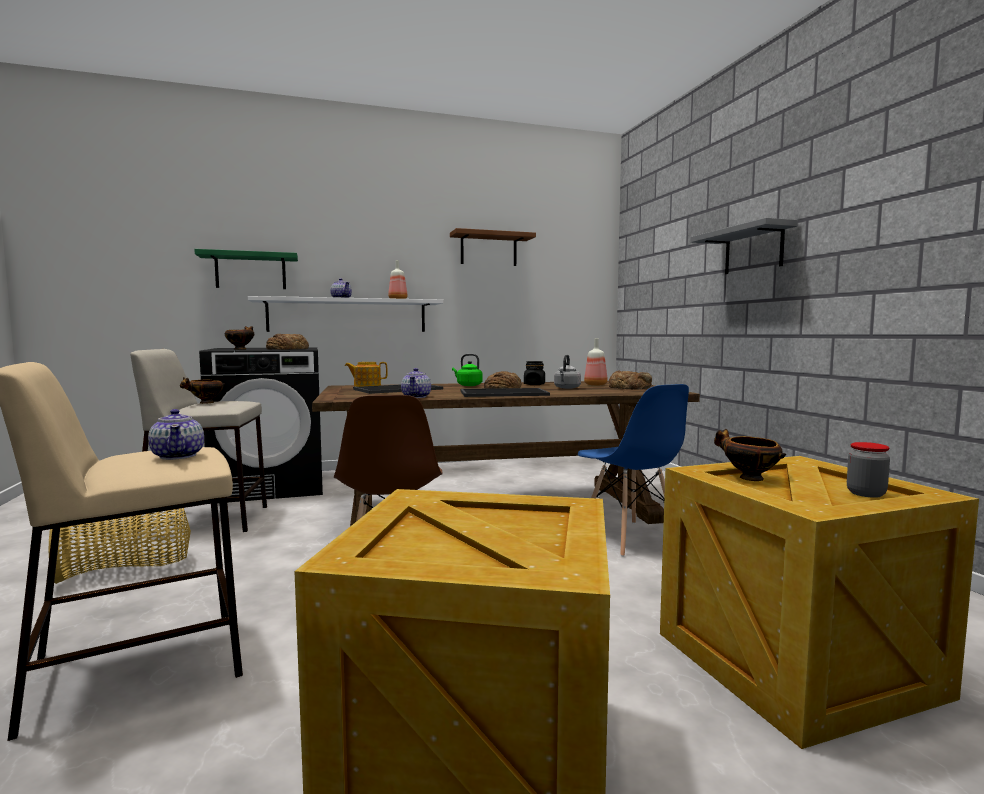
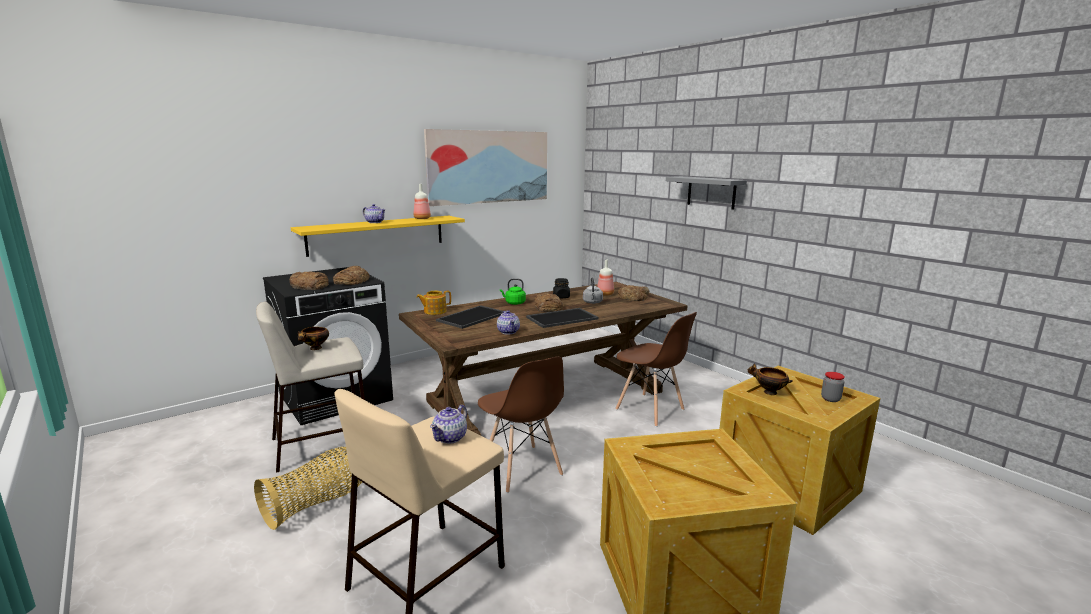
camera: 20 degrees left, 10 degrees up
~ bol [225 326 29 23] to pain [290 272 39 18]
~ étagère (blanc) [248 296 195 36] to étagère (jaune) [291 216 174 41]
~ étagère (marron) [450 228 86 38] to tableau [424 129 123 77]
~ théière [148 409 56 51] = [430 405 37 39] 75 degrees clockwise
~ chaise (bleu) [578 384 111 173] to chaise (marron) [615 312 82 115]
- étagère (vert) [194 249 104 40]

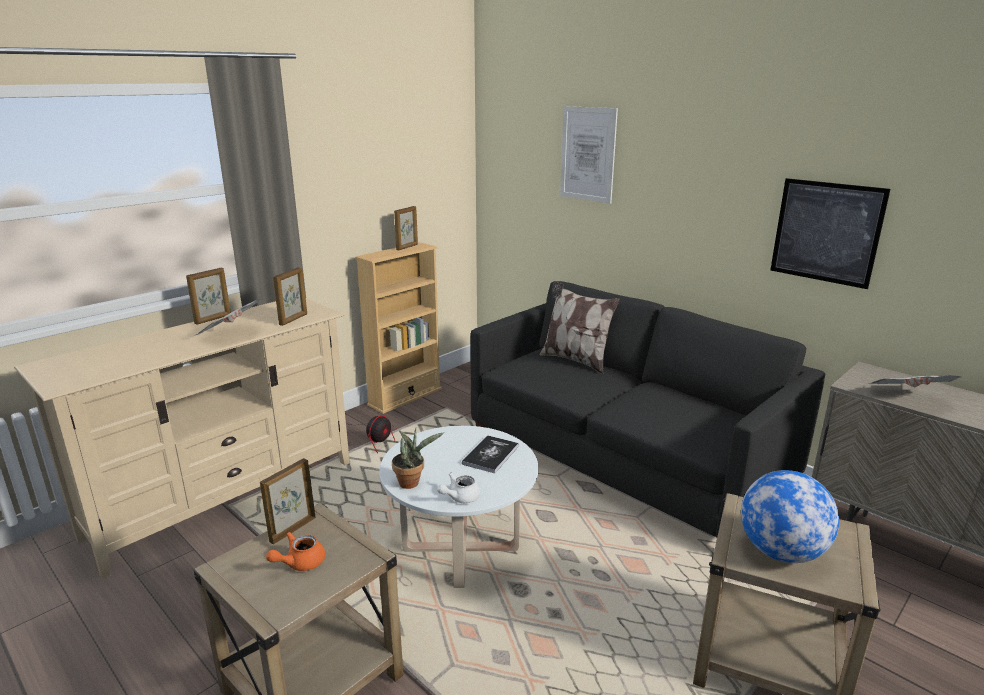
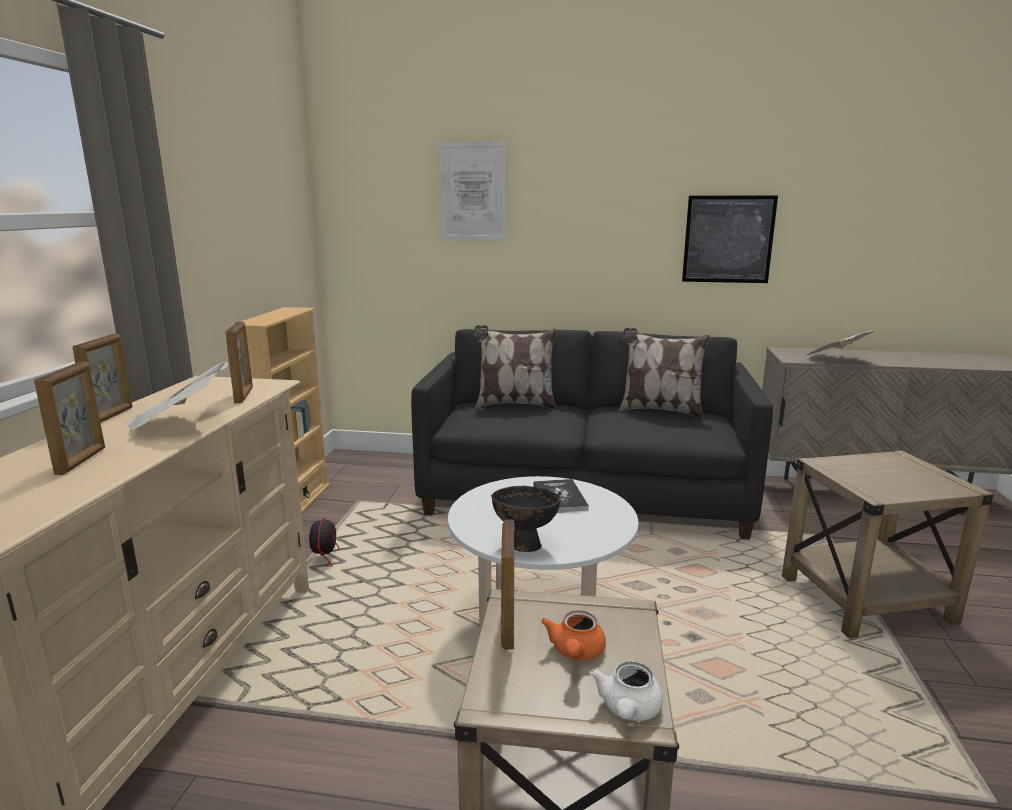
camera: 35 degrees left, 5 degrees down
~ cadre photo [394 206 24 44] to [34 362 71 113]
~ plante en pot [392 428 52 61] to bol (noir) [491 486 71 66]
~ théière (blanc) [437 473 43 30] to [590 661 73 60]
+ coussin [619 328 90 90]
- globe [741 470 98 93]

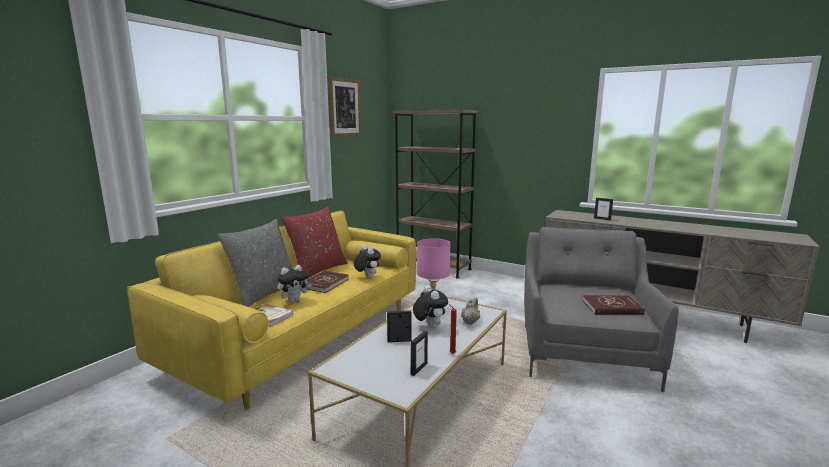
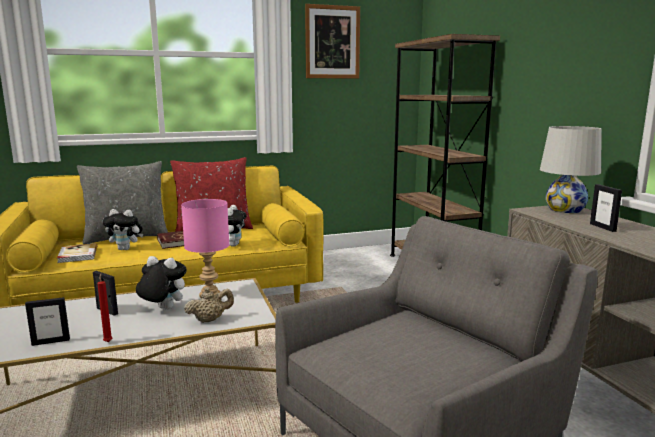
camera: 40 degrees right, 0 degrees up
~ peluche [413 285 35 44] = [136 256 51 54] 90 degrees counterclockwise
+ lampe de table (blanc) [540 126 61 87]
- livre (rouge) [582 295 63 20]

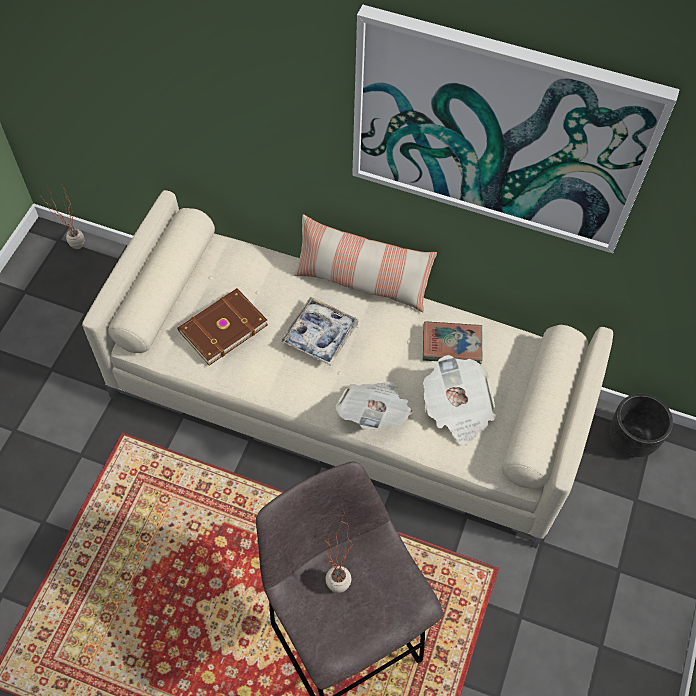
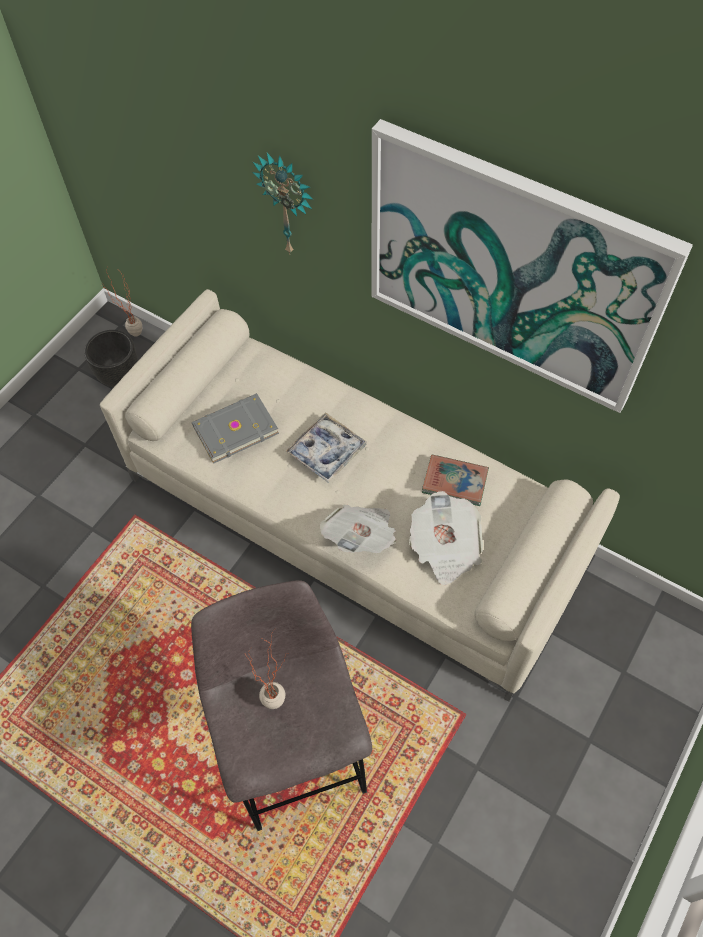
camera: 15 degrees right, 0 degrees up
~ cache-pot (noir) [610 394 63 63] to [84 330 54 57]
~ livre (marron) [178 288 90 77] to livre (gris) [192 393 87 71]
+ horloge murale [252 153 61 102]
- coussin [293 214 144 98]

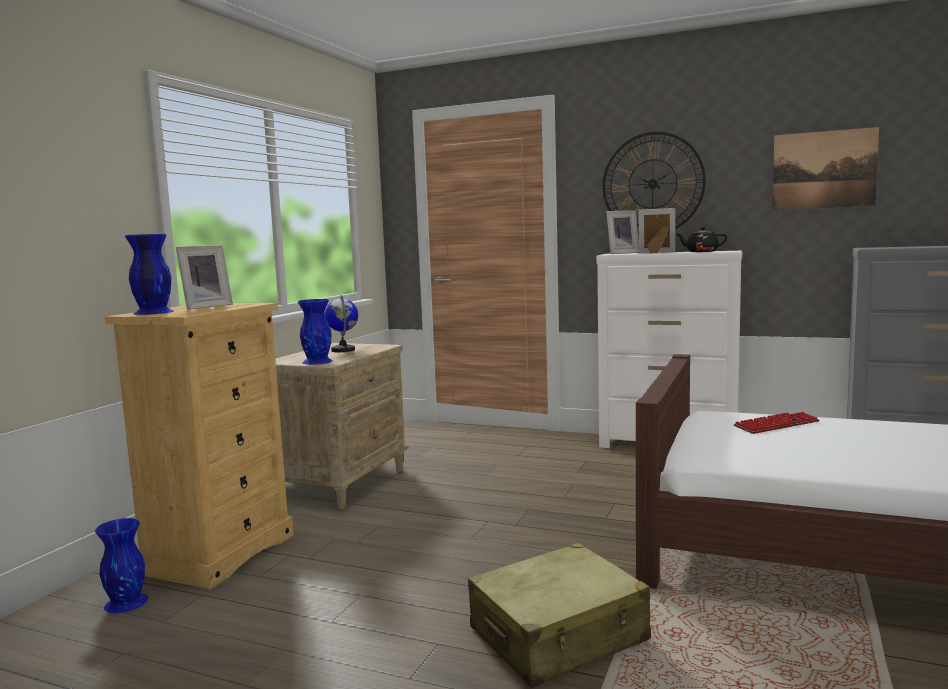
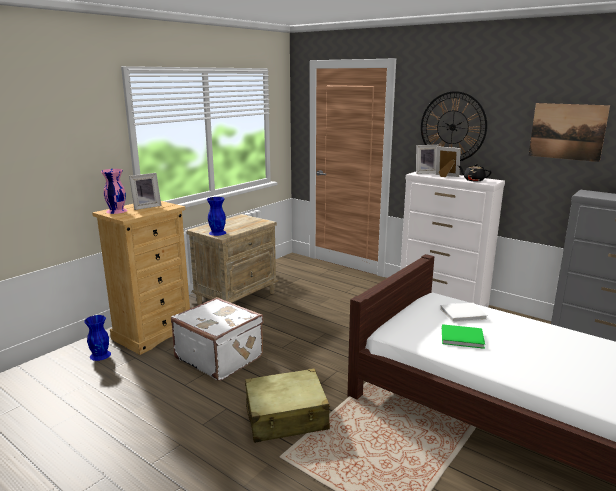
camera: 15 degrees right, 10 degrees up
~ vase (bleu) [125 234 49 81] to vase (rose) [101 169 27 45]
+ valise (blanc) [171 297 92 84]
~ clavier [734 412 86 22] to livre (blanc) [440 303 48 19]
+ livre (vert) [442 324 43 25]
- globe [325 295 33 57]

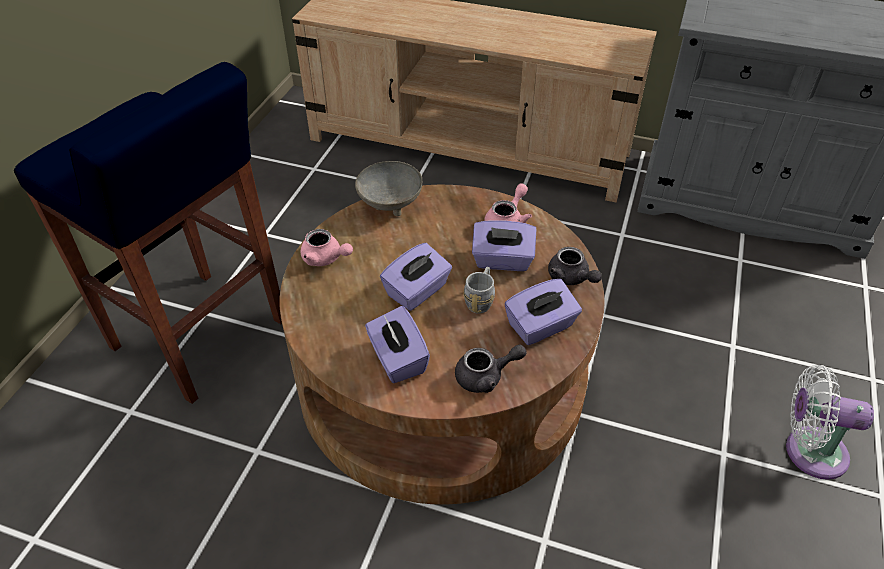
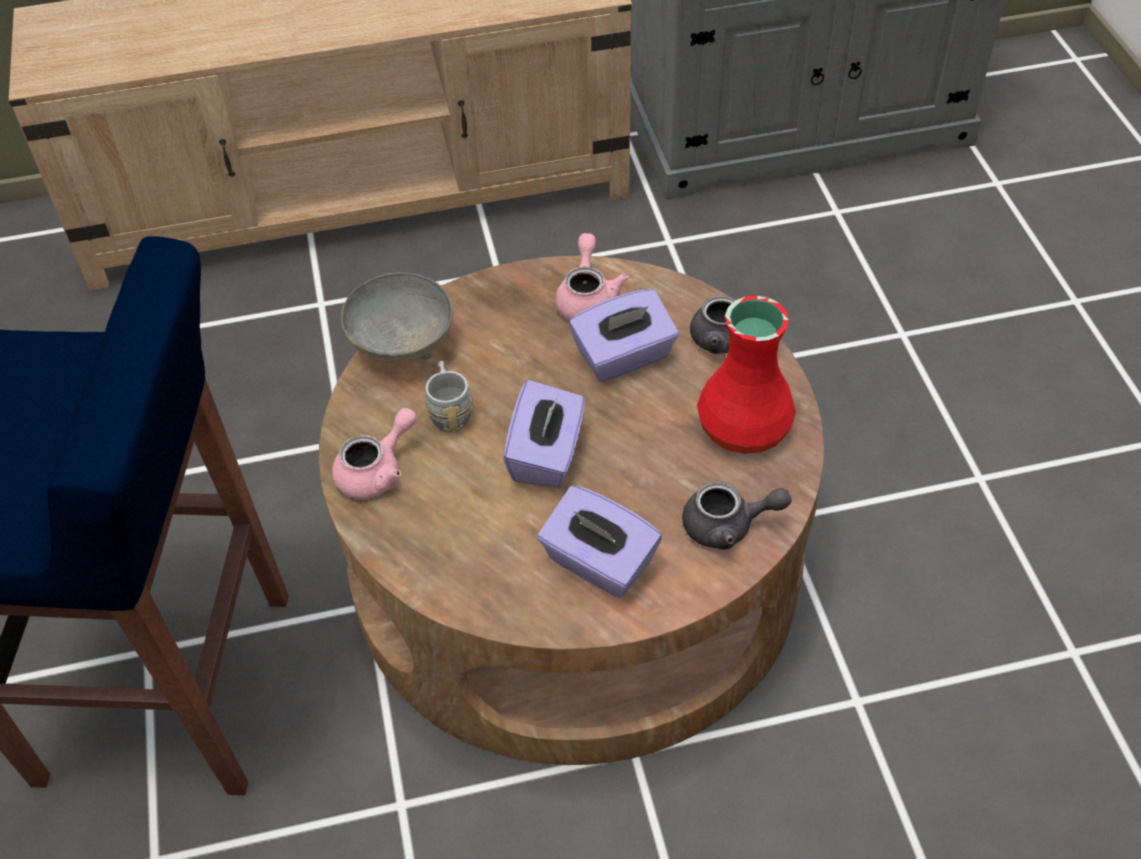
camera: 30 degrees left, 5 degrees up
~ théière (rose) [301 229 52 37] = [332 408 85 91] 45 degrees counterclockwise
~ mug (gris) [464 267 31 47] to [425 361 48 72]
~ théière (gris) [455 345 72 48] = [682 482 110 68] 45 degrees clockwise
~ boîte à mouchoirs (violet) [505 279 77 66] to vase (rouge) [697 296 99 158]
- ventilateur (blanc) [786 365 88 115]

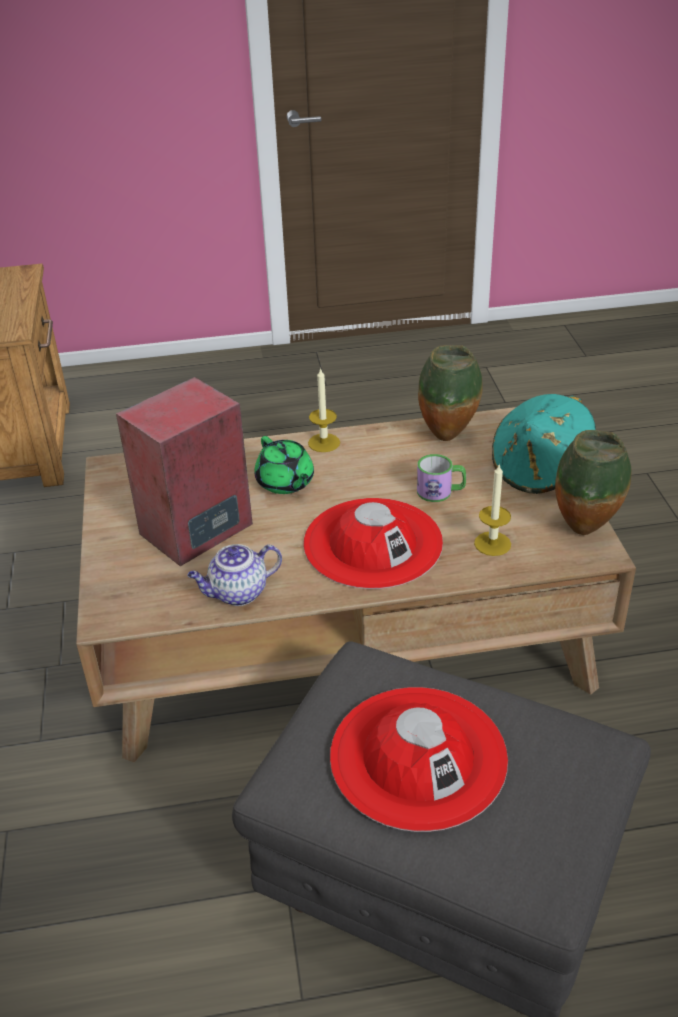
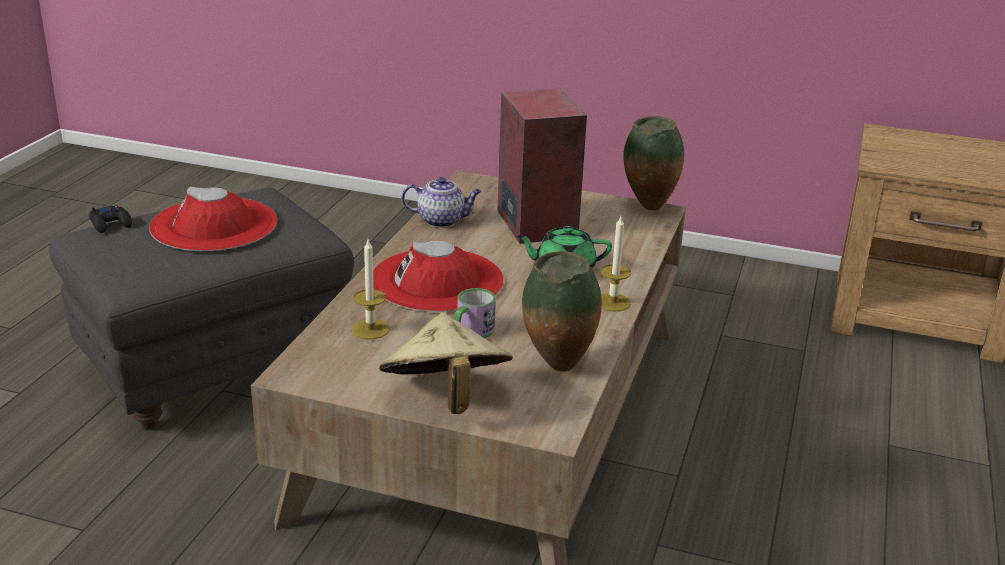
camera: 115 degrees right, 10 degrees down
+ manette (noir) [89 206 43 27]
~ chapeau (turquoise) [492 394 104 100] to chapeau (beige) [379 312 134 102]
~ théière [187 544 95 62] = [402 177 80 51] 90 degrees clockwise
~ vase [555 430 76 105] to [623 116 61 94]

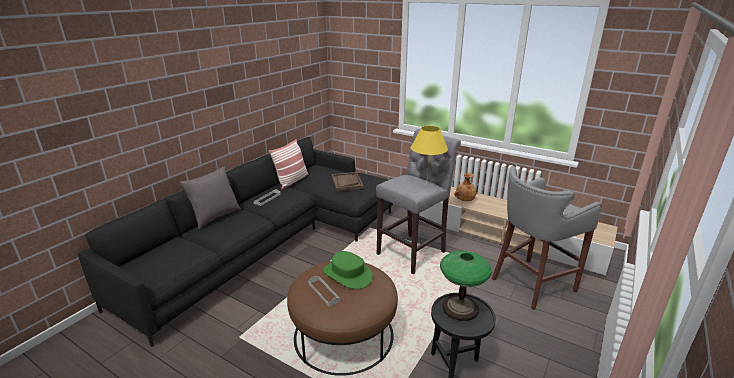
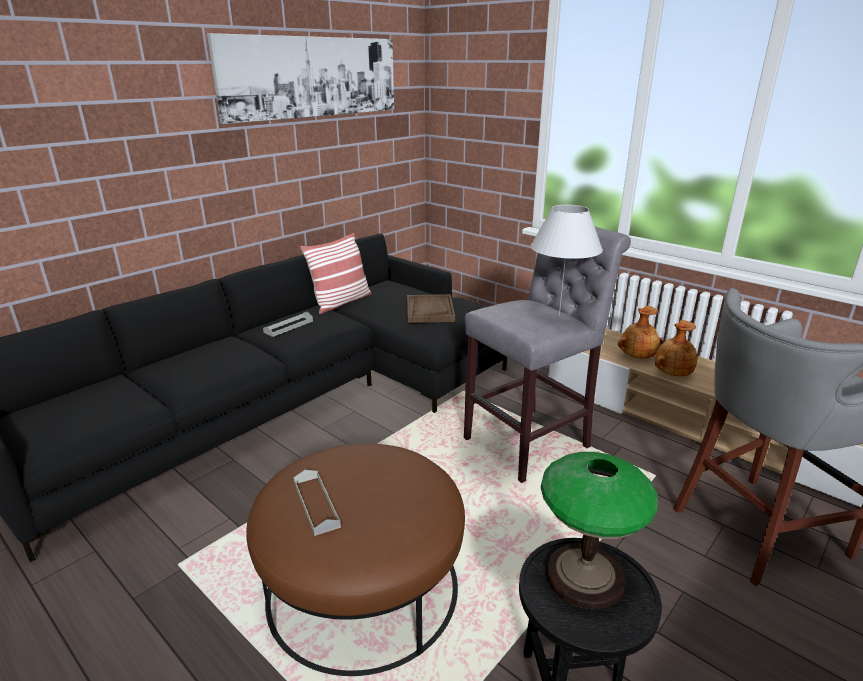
camera: 10 degrees right, 0 degrees up
+ tableau [207 33 187 91]
~ lampe de table (jaune) [411 126 37 52] to lampe de table (blanc) [531 205 72 111]
+ vase (marron) [655 320 43 56]
- coussin (gris) [179 166 62 64]
- chapeau (vert) [323 251 50 38]

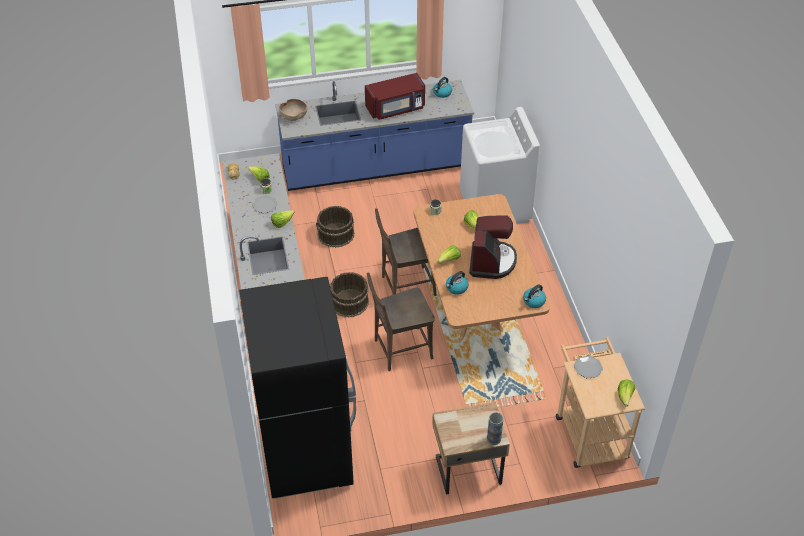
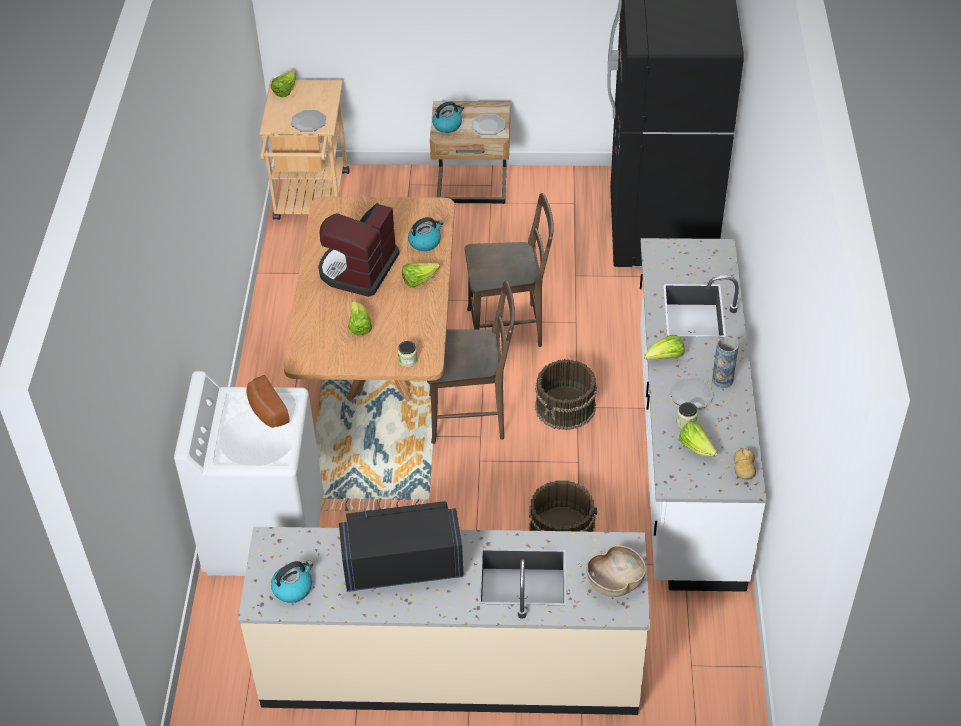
camera: 165 degrees left, 0 degrees up
~ comptoir de cuisine (bleu) [275 80 199 111] to comptoir de cuisine (beige) [238 527 412 188]
+ pain [246 375 44 53]
~ micro-ondes (rouge) [365 73 60 47] to micro-ondes (noir) [339 501 124 91]
~ bouilloire [523 284 23 24] to [432 101 32 32]
+ assiette [472 114 33 21]
~ vase [487 412 16 33] to [712 337 27 51]

